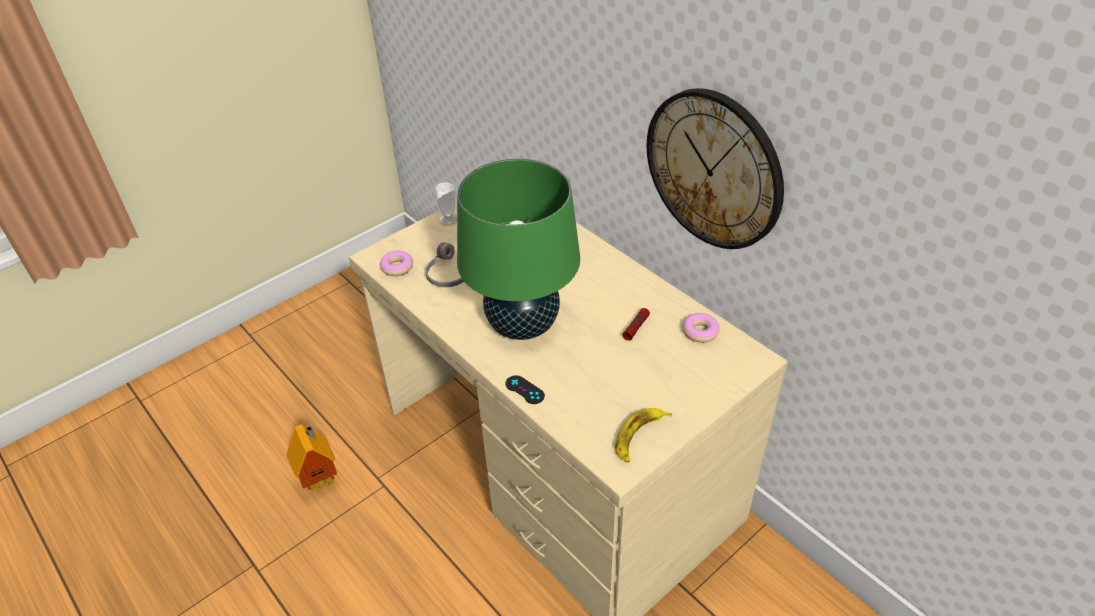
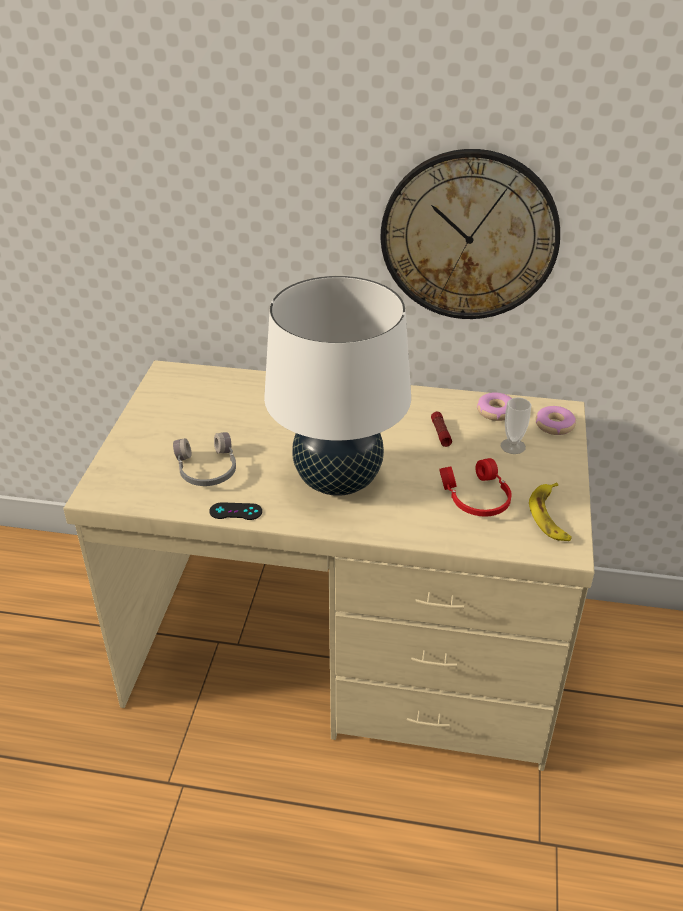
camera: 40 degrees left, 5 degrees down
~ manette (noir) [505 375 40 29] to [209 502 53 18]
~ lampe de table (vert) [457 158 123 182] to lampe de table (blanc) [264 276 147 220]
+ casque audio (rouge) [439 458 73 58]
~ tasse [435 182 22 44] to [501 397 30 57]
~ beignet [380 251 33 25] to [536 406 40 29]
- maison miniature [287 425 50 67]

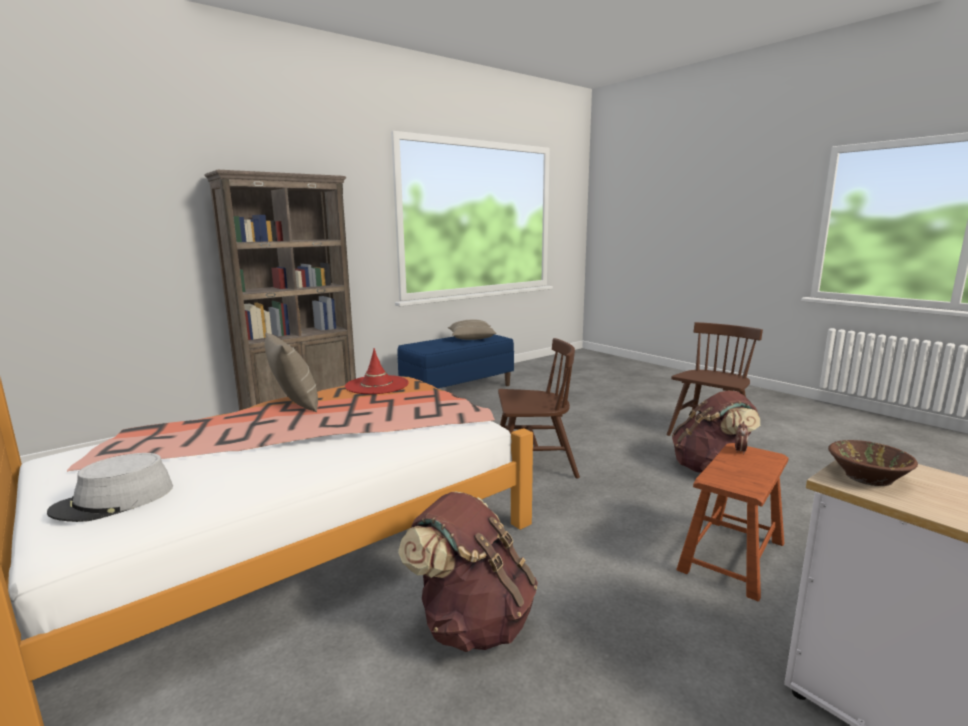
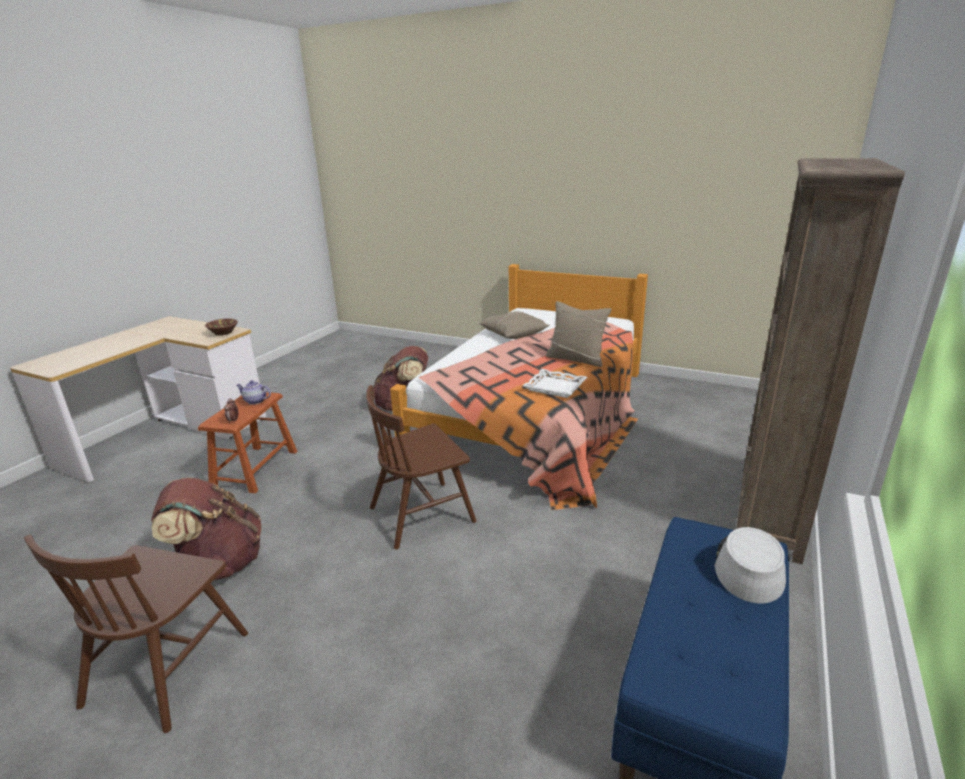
camera: 155 degrees right, 10 degrees up
+ théière [236 380 35 25]
~ coussin (beige) [448 320 49 20] to [479 311 71 28]
~ chapeau (rouge) [345 348 64 46] to plateau (blanc) [523 369 65 29]
~ chapeau (gris) [47 453 126 69] to [714 527 72 77]

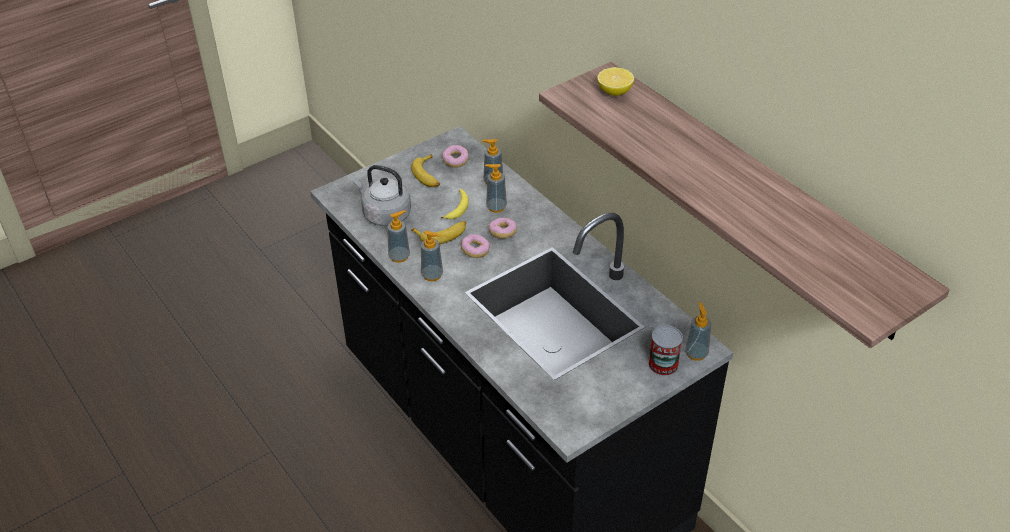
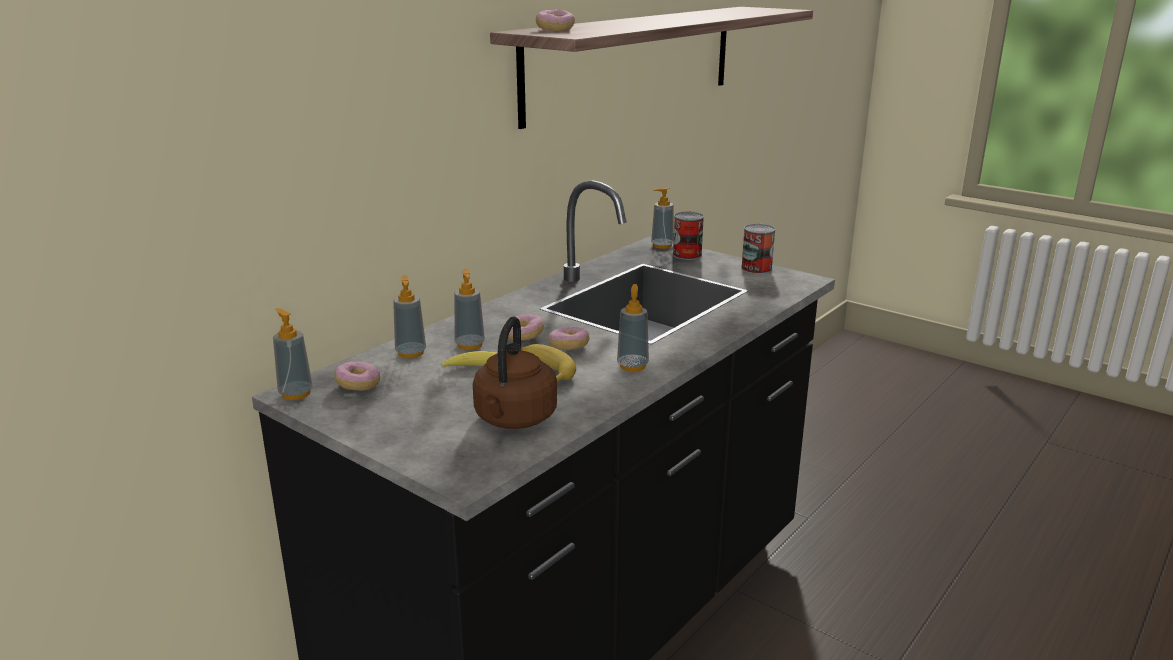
camera: 105 degrees left, 20 degrees down
~ distributeur de savon [387 210 23 53] to [273 308 40 92]
~ bouilloire (gris) [353 165 58 61] to bouilloire (marron) [473 317 84 112]
~ citron [597 67 37 29] to beignet [536 10 39 21]
+ boîte métallique [741 224 35 50]
- banane [411 154 29 33]

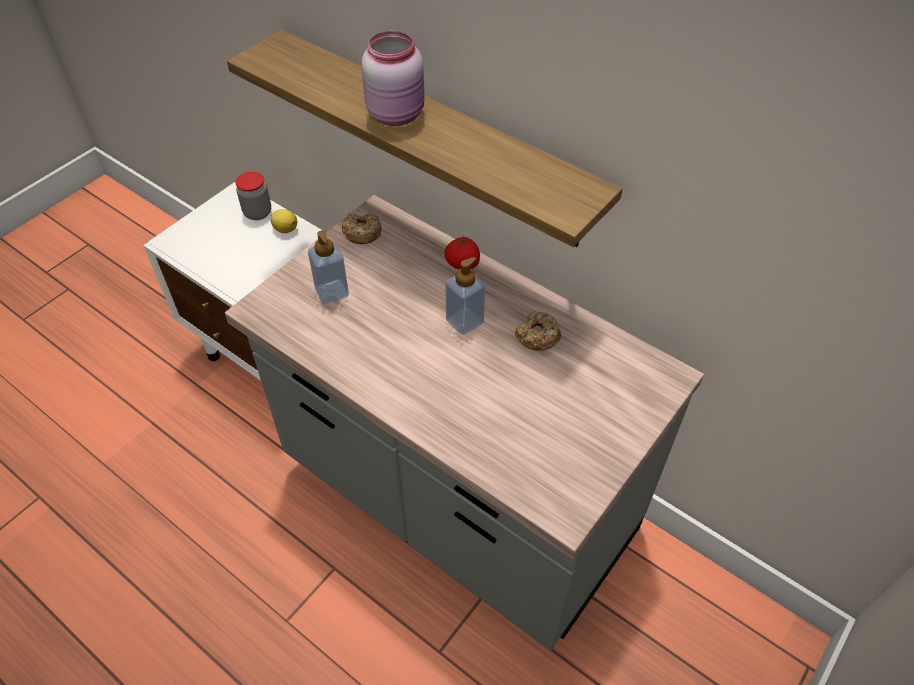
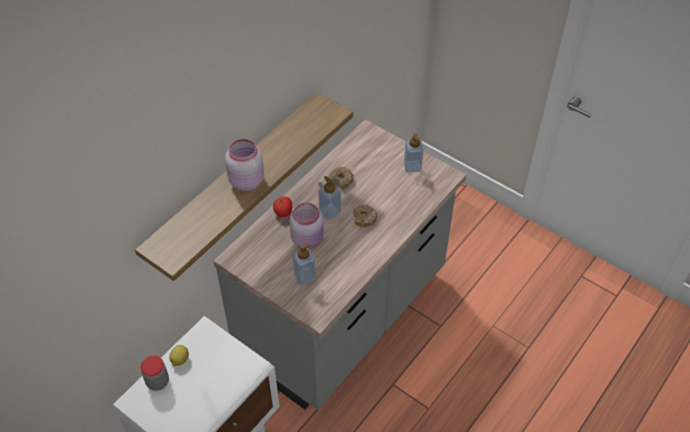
camera: 90 degrees left, 0 degrees up
+ bocal (rose) [290 203 34 46]
~ beignet [342 212 40 32] to [353 205 25 22]
+ distributeur de savon [404 133 20 40]

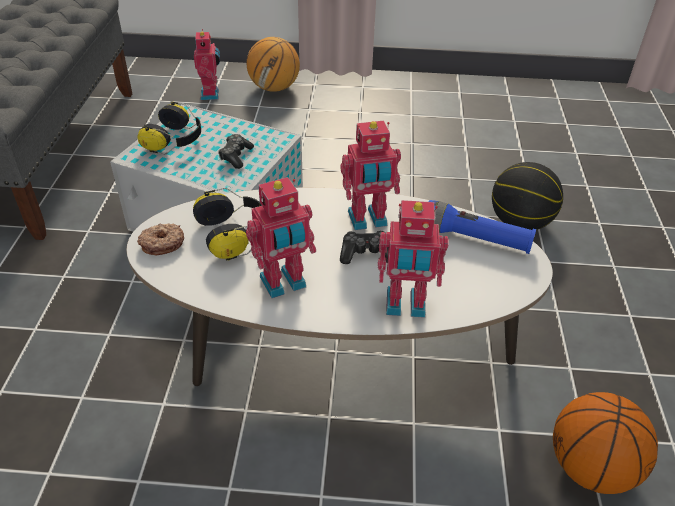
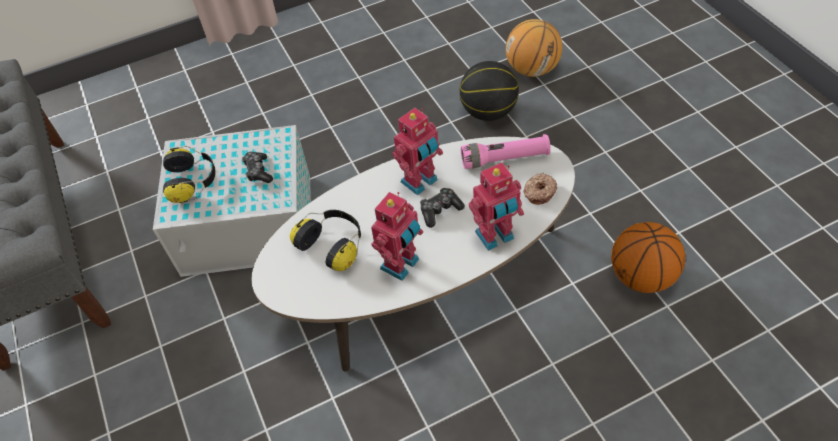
camera: 25 degrees left, 10 degrees up
~ lampe de poche (bleu) [428 200 108 54] to lampe de poche (rose) [461 134 90 35]
~ ballon de basket [247 37 53 55] to [506 19 57 58]
~ beignet [137 223 47 32] to [523 173 34 32]
- robot jouet [194 29 26 71]

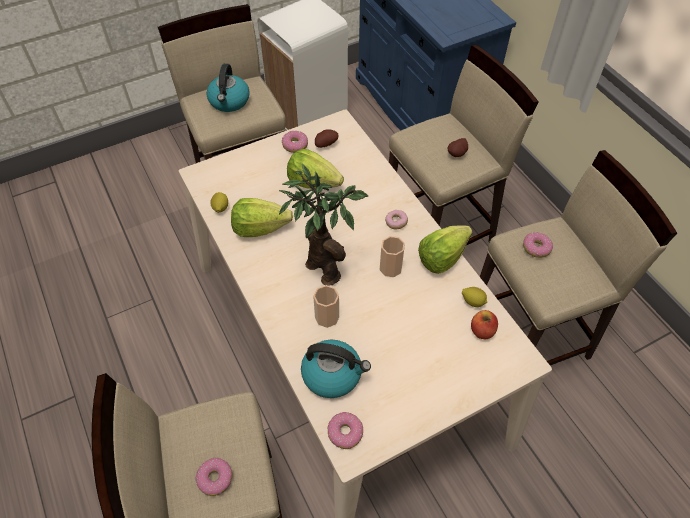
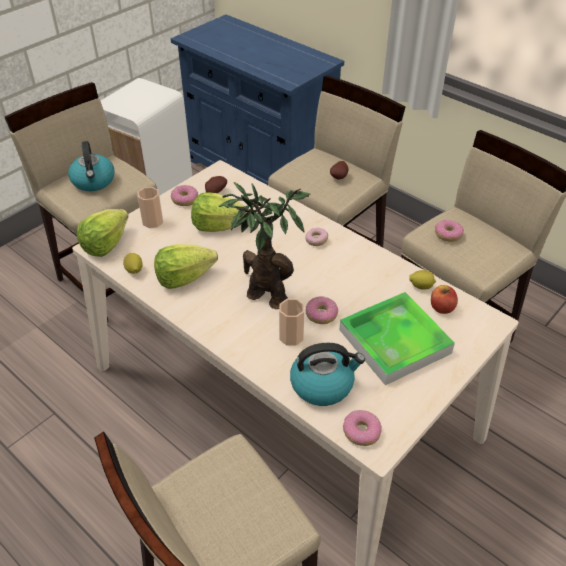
camera: 20 degrees left, 10 degrees down
~ laitue [418 225 54 49] to [77 209 52 48]
~ tasse [380 236 25 41] to [137 187 26 41]
~ beignet [195 458 37 38] to [306 296 32 28]
+ plateau [340 292 115 93]

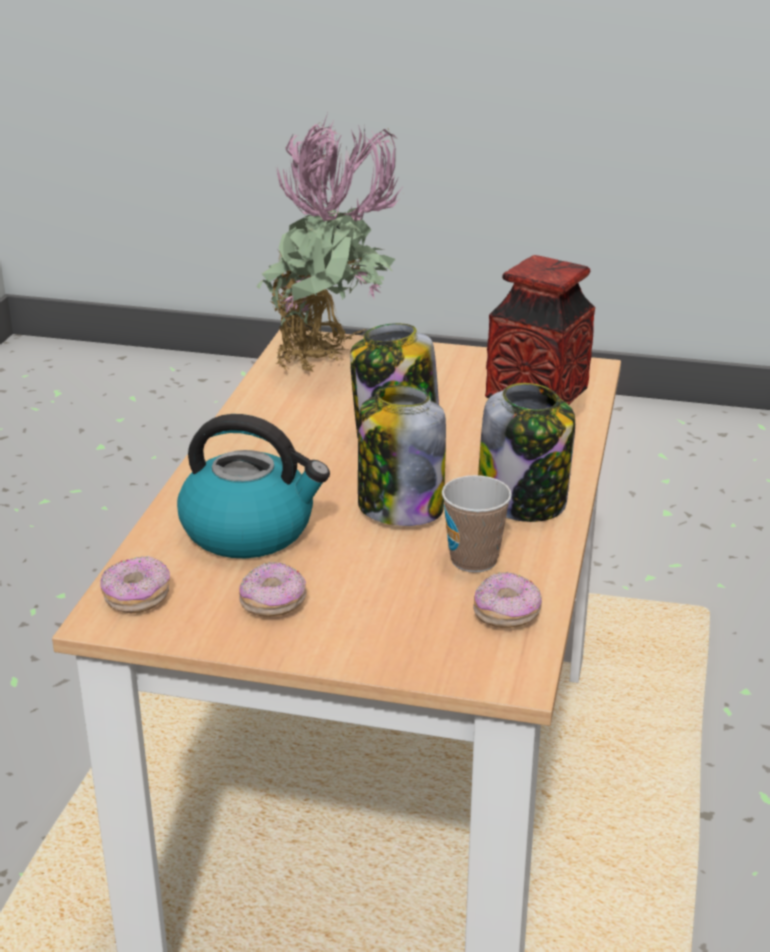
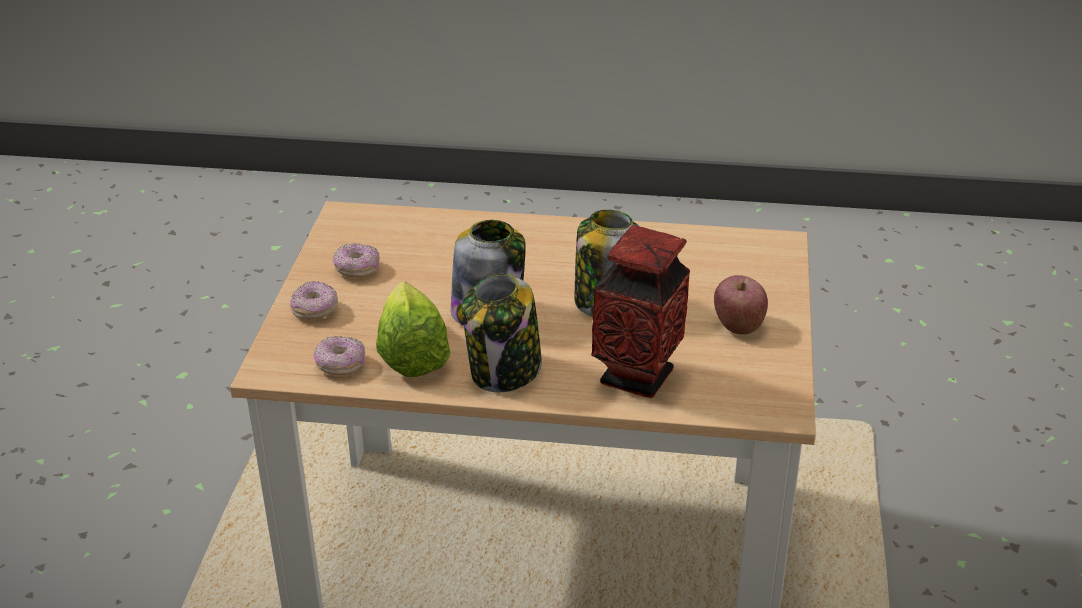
camera: 85 degrees right, 5 degrees up
~ beignet [100 556 70 57] to [290 281 48 39]
~ tasse [442 475 70 98] to laitue [376 281 74 96]
+ pomme [714 275 54 60]
- bouilloire [177 414 153 144]
- plante en pot [257 113 145 259]

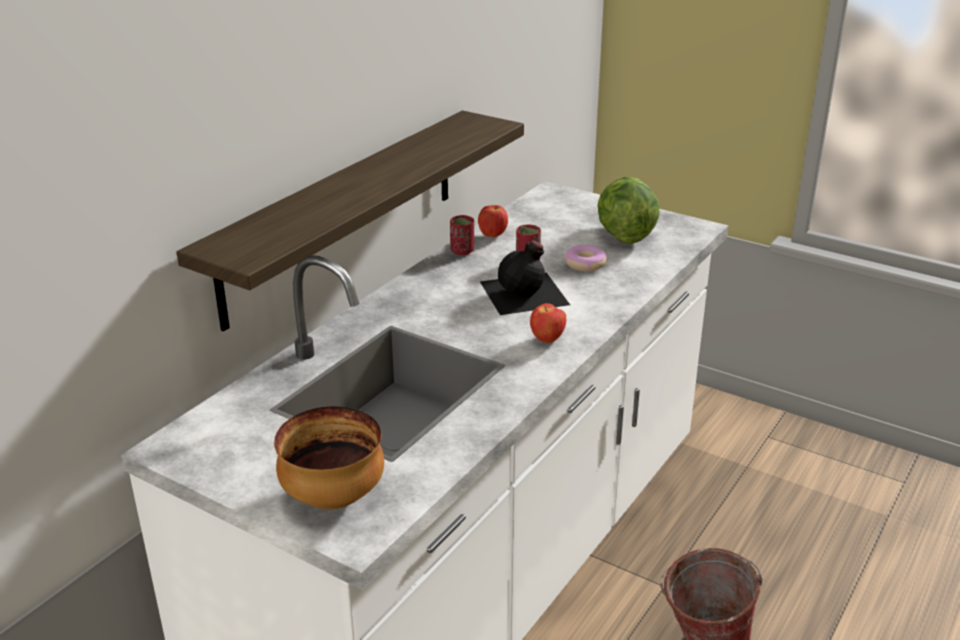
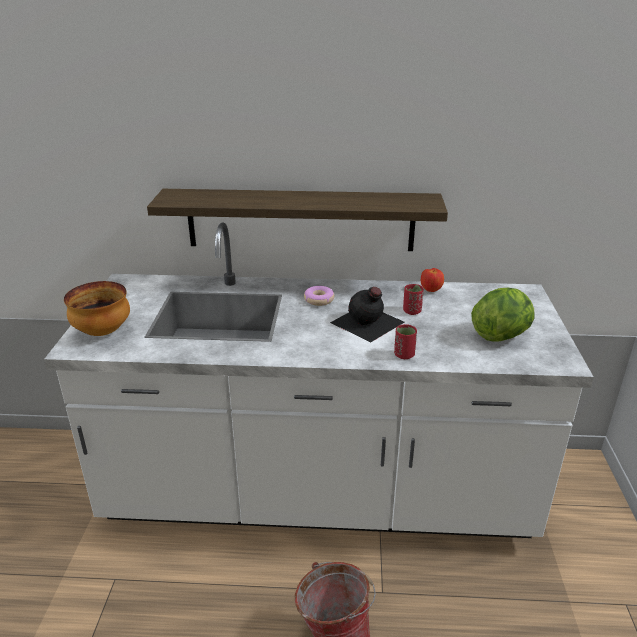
camera: 60 degrees right, 0 degrees up
~ beignet [565 245 42 27] to [304 286 30 20]
~ tasse (rouge) [450 215 24 40] to [394 324 23 35]
- pomme [530 303 36 40]

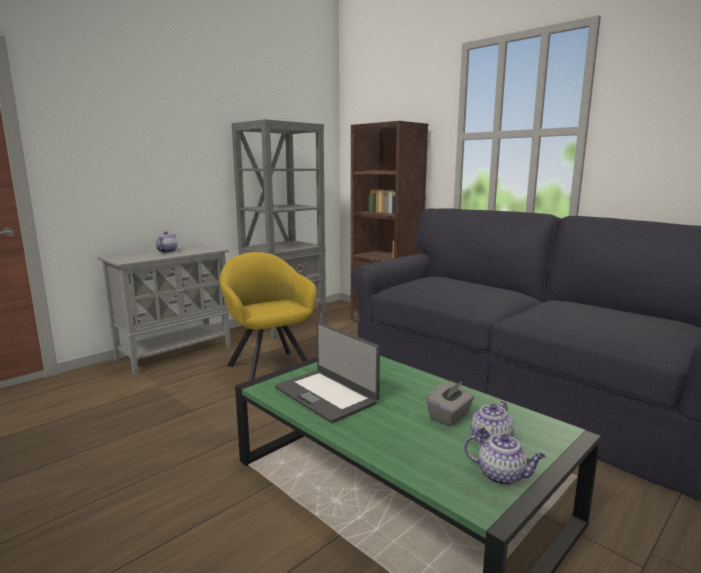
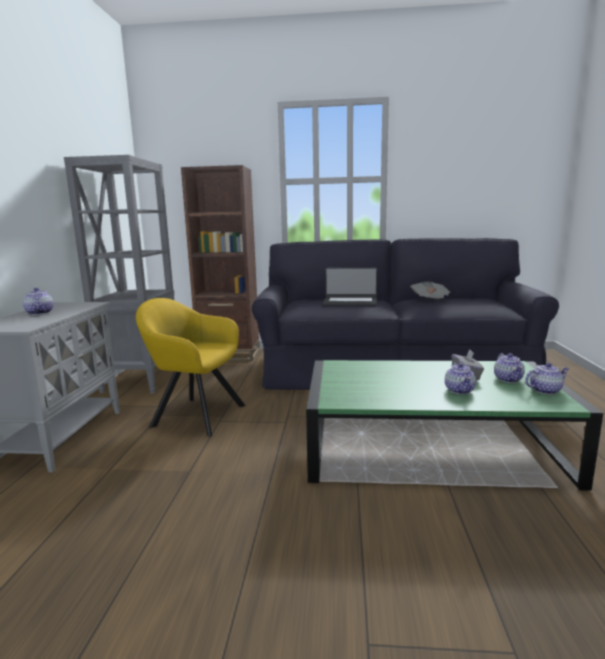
camera: 40 degrees left, 0 degrees up
~ ordinateur portable [275 322 105 101] to [323 268 54 38]
+ journal [410 282 40 17]
+ théière [445 362 31 32]

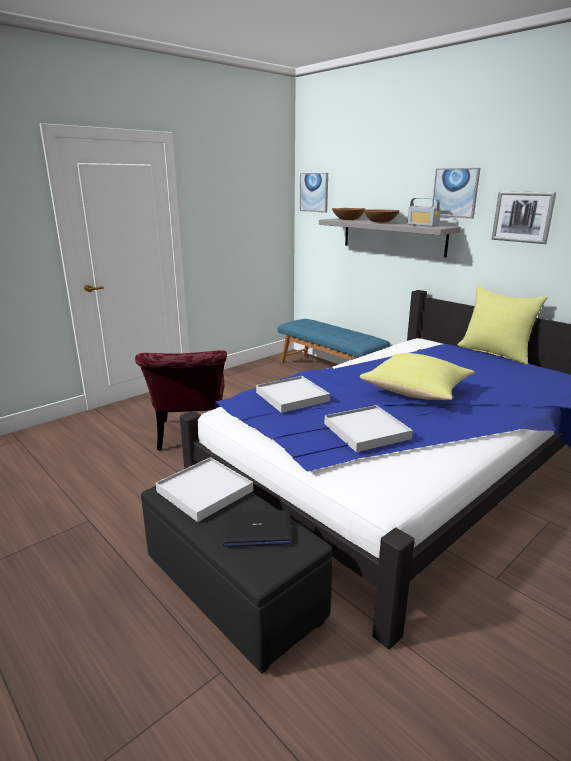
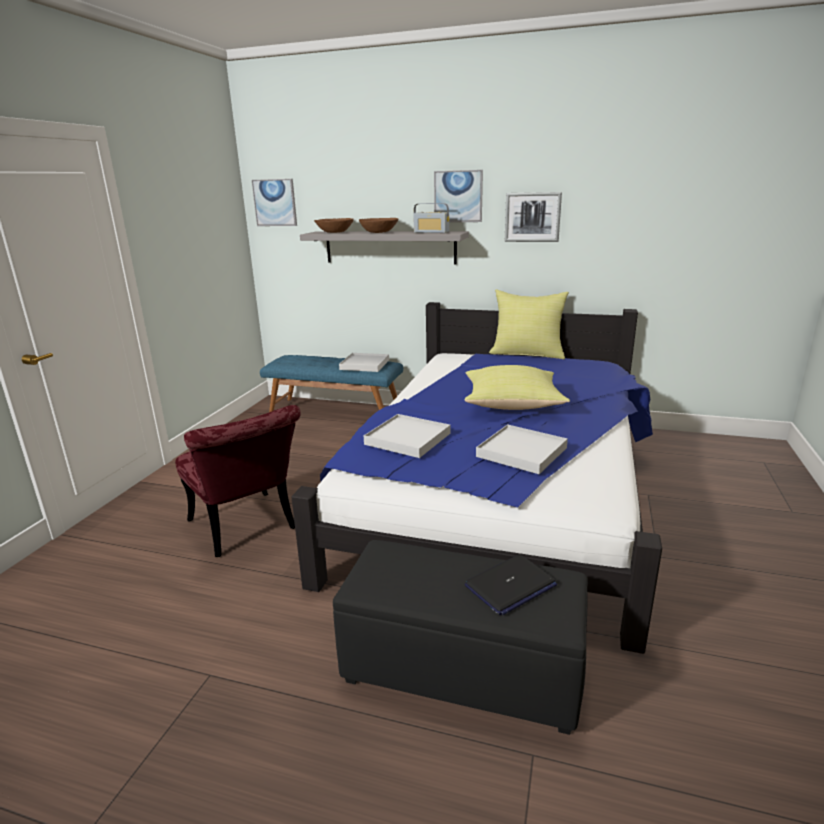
camera: 30 degrees left, 0 degrees up
~ plateau (blanc) [156 457 97 65] to [339 353 50 19]

